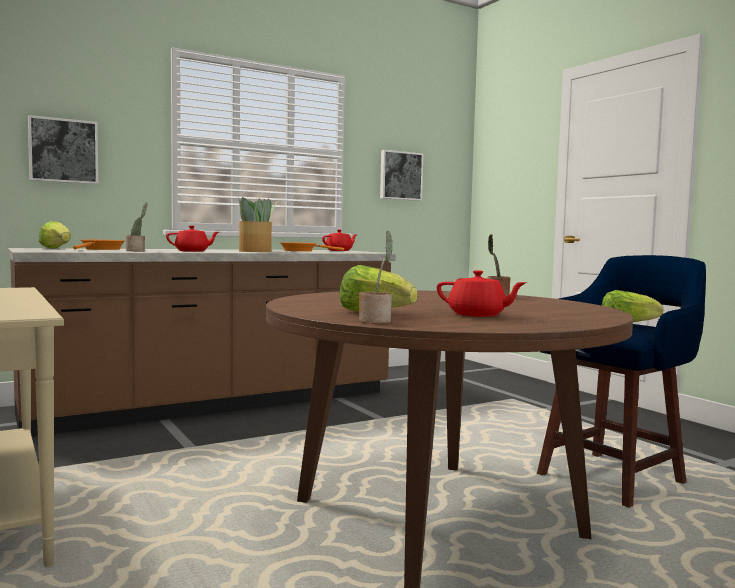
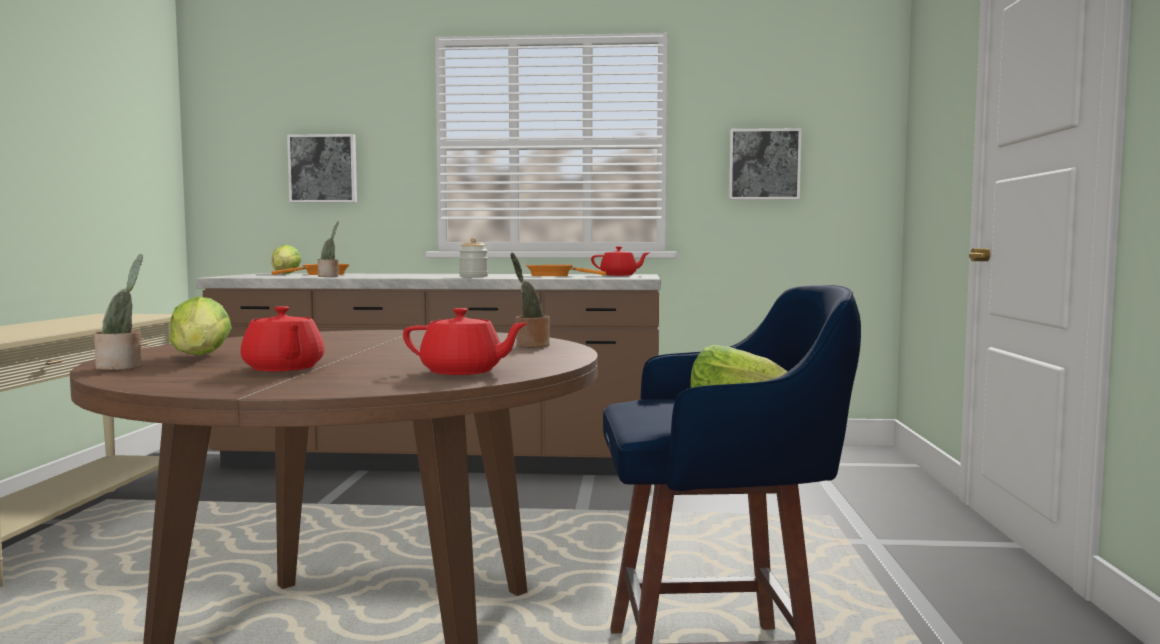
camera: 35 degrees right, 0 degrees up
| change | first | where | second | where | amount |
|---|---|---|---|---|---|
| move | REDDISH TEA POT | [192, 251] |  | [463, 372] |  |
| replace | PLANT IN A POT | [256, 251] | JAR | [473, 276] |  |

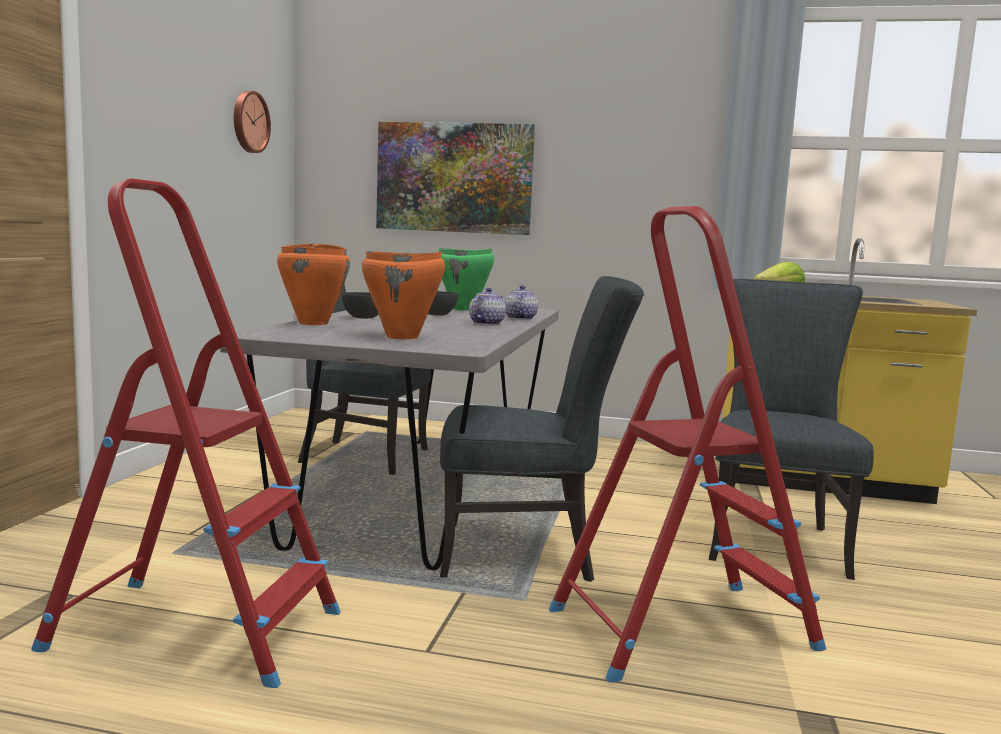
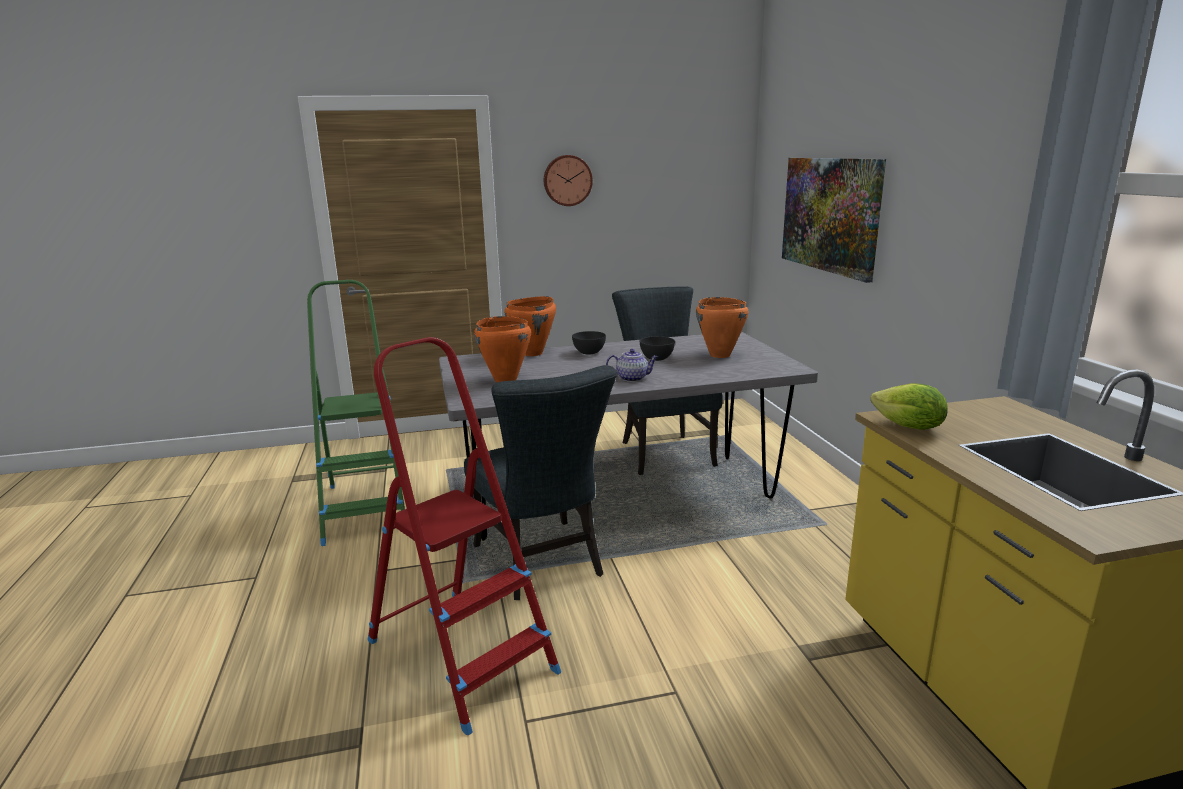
camera: 65 degrees right, 10 degrees up
| change | first | where | second | where | amount |
|---|---|---|---|---|---|
| delete | TEA POT | [520, 318] |  |  |  |
| delete | GREY CHAIR | [773, 540] |  |  |  |
| move | WALL CLOCK | [249, 122] |  | [567, 180] |  |
| recolor | REDDISH STEP STOOL | [198, 630] | GREEN-COLOURED STEP STOOL | [367, 508] |  |
| recolor | GREEN-COLOURED SAUCEPOT | [463, 309] | ORANGE SAUCEPOT | [719, 355] |  |

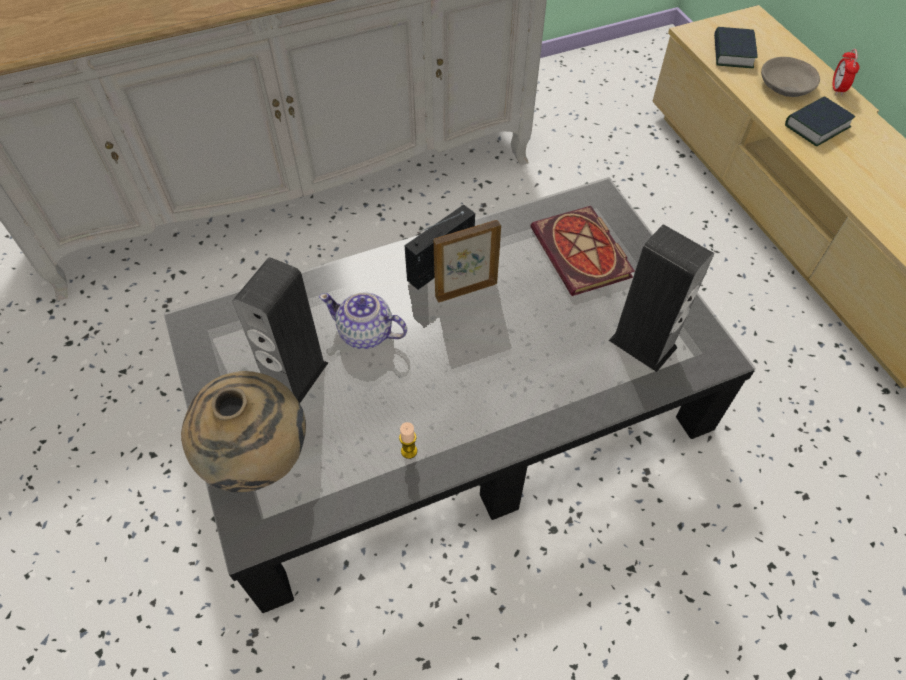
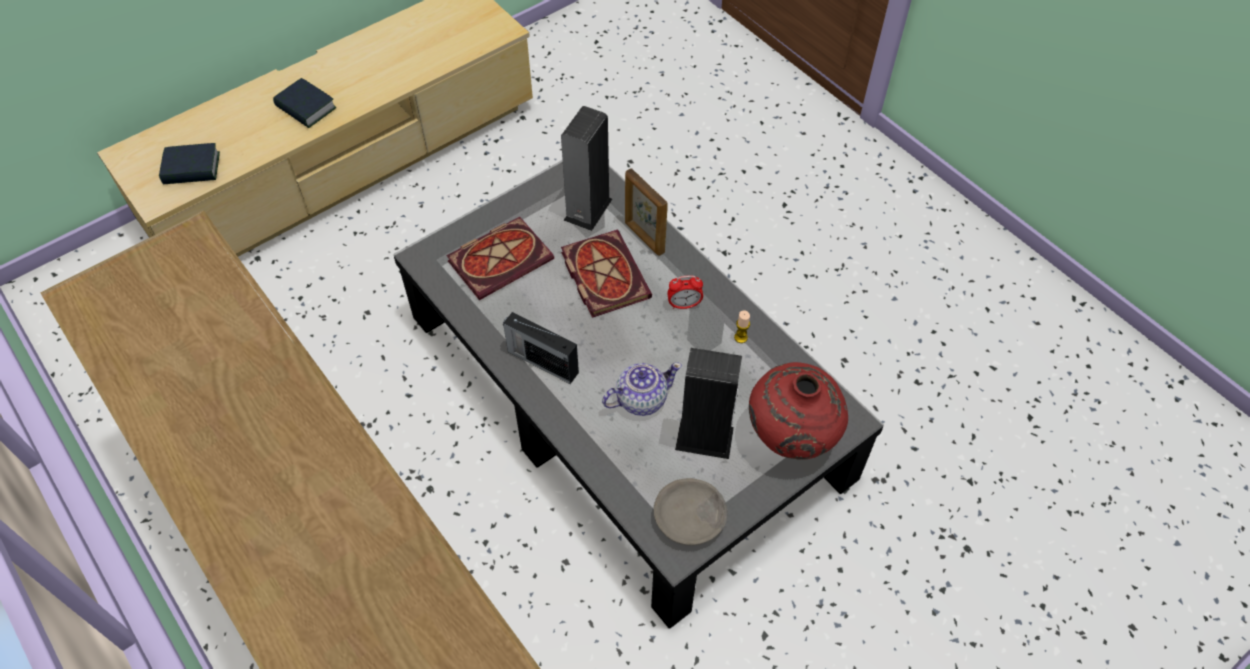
camera: 105 degrees left, 0 degrees up
| change | first | where | second | where | amount |
|---|---|---|---|---|---|
| insert |  |  | BOUND BOOK | [602, 274] |  |
| move | PHOTO FRAME | [465, 289] |  | [644, 238] |  |
| move | GREY DEEP DISH | [785, 86] |  | [690, 518] |  |
| move | ALARM CLOCK | [837, 89] |  | [684, 305] |  |
| recolor | BEIGE-COLOURED DECORATIVE VASE | [259, 460] | REDDISH DECORATIVE VASE | [791, 437] |  |
| rotate | TEA POT | [366, 333] |  | [640, 399] | 120 degrees counterclockwise |

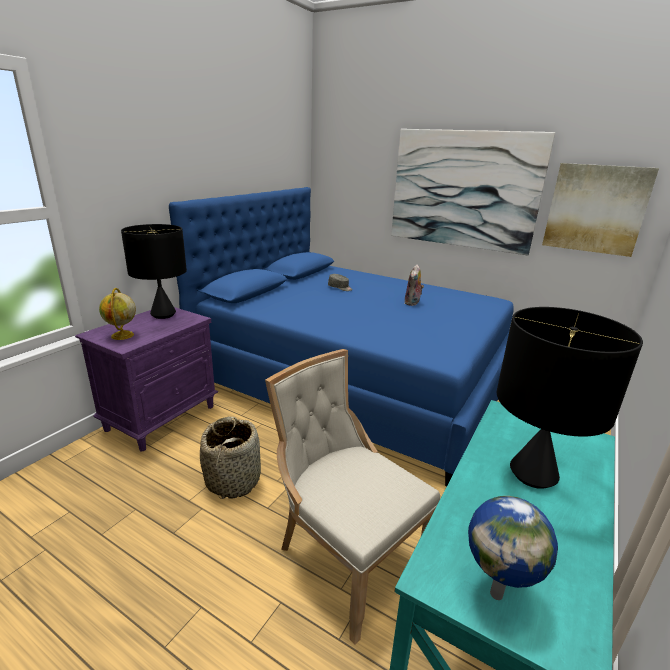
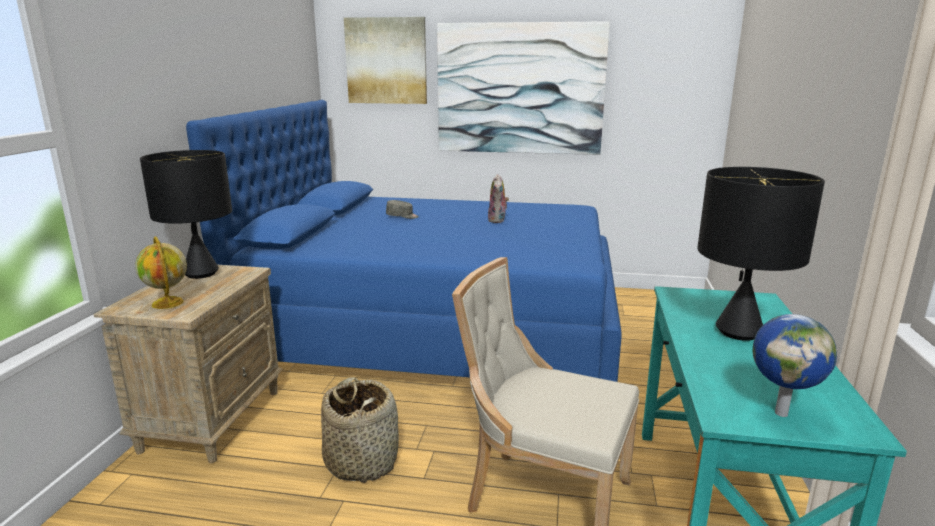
camera: 20 degrees left, 5 degrees down
| change | first | where | second | where | amount |
|---|---|---|---|---|---|
| move | WALL PICTURE | [596, 209] |  | [386, 61] |  |
| recolor | PURPLISH NIGHT TABLE | [162, 417] | BEIGE-COLOURED NIGHT TABLE | [212, 419] |  |

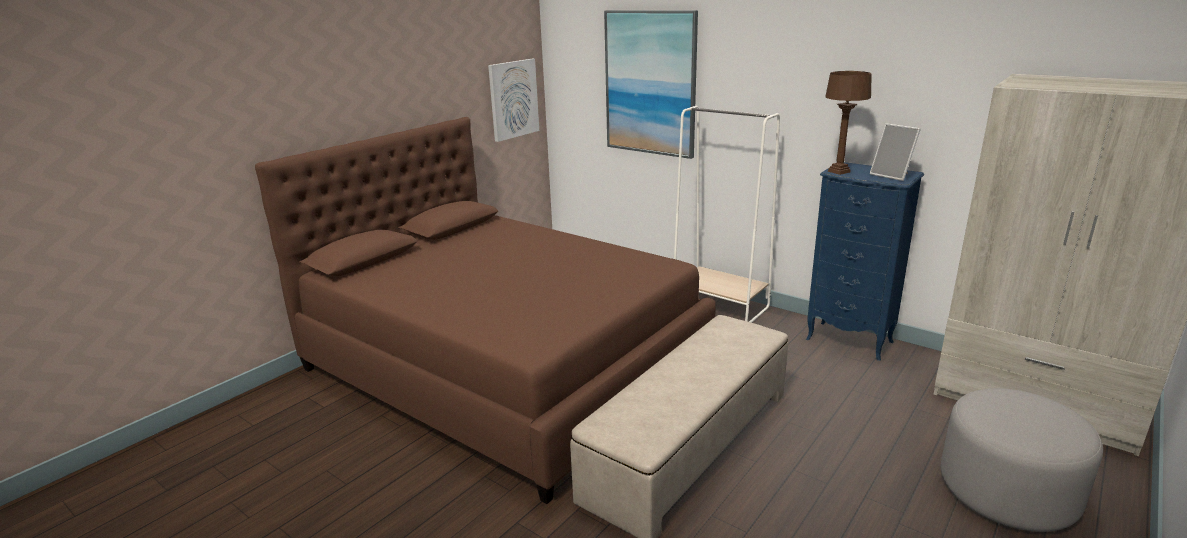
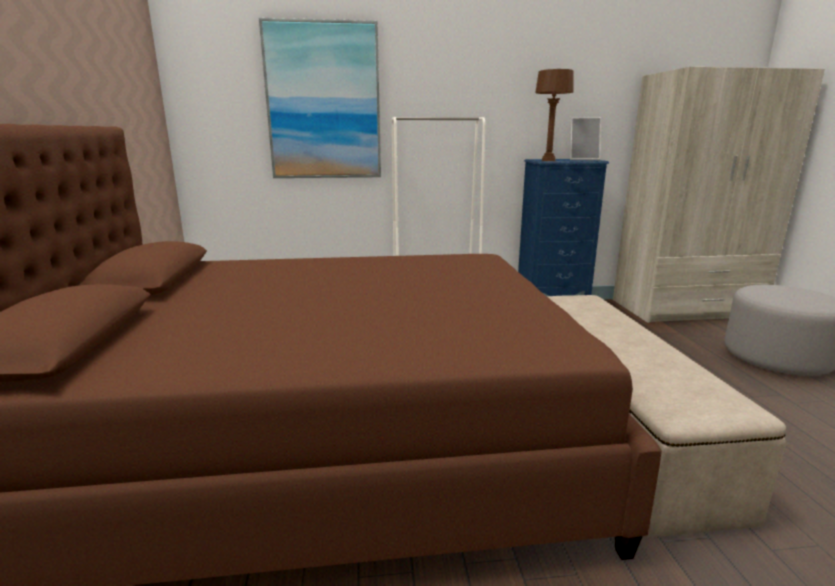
camera: 45 degrees left, 5 degrees down
| change | first | where | second | where | amount |
|---|---|---|---|---|---|
| delete | WALL PICTURE | [513, 99] |  |  |  |

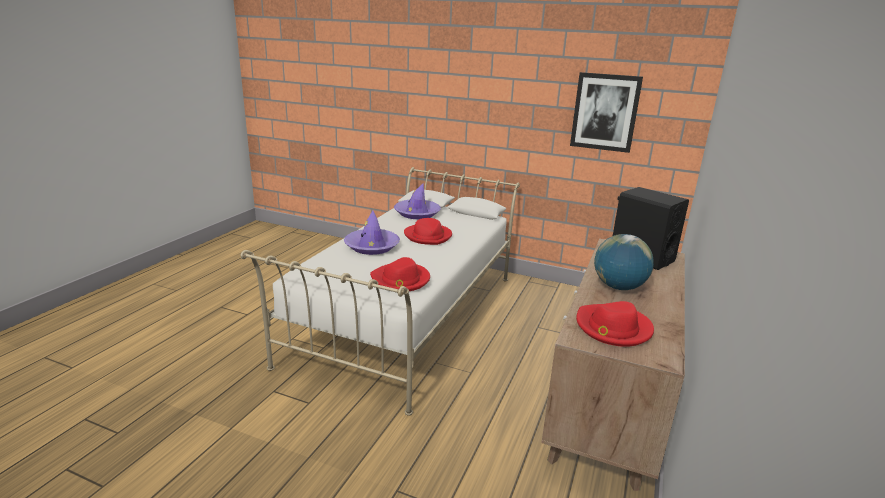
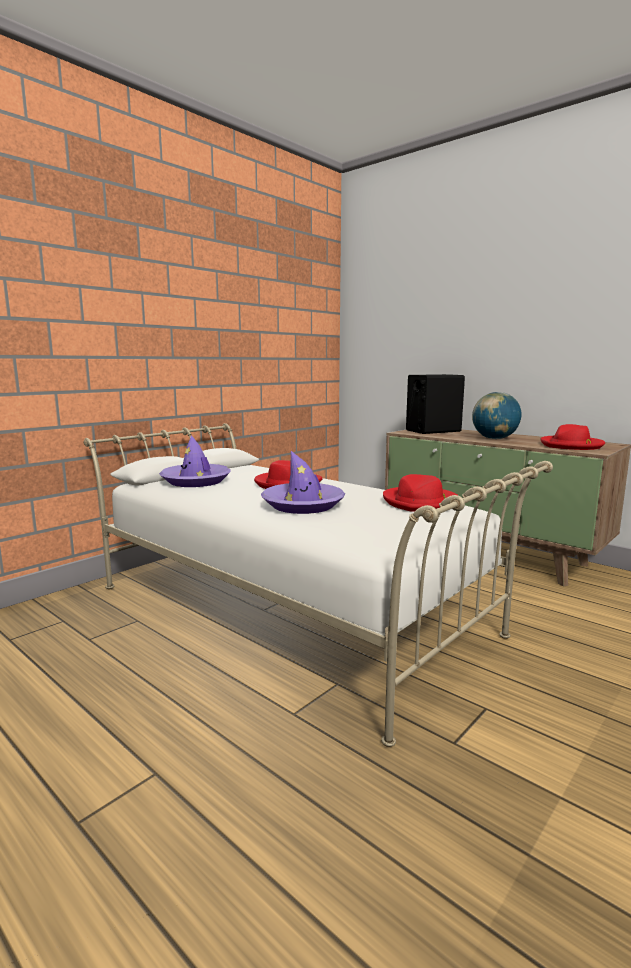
camera: 70 degrees left, 10 degrees down
| change | first | where | second | where | amount |
|---|---|---|---|---|---|
| delete | WALL PICTURE | [605, 112] |  |  |  |

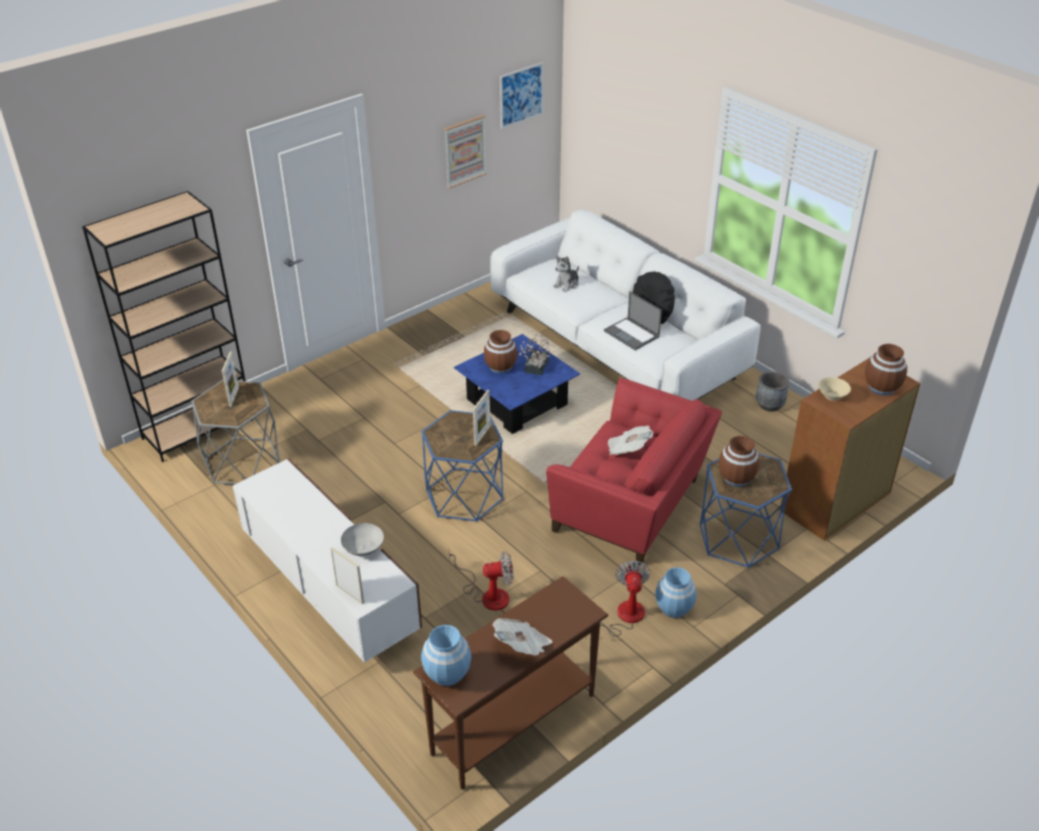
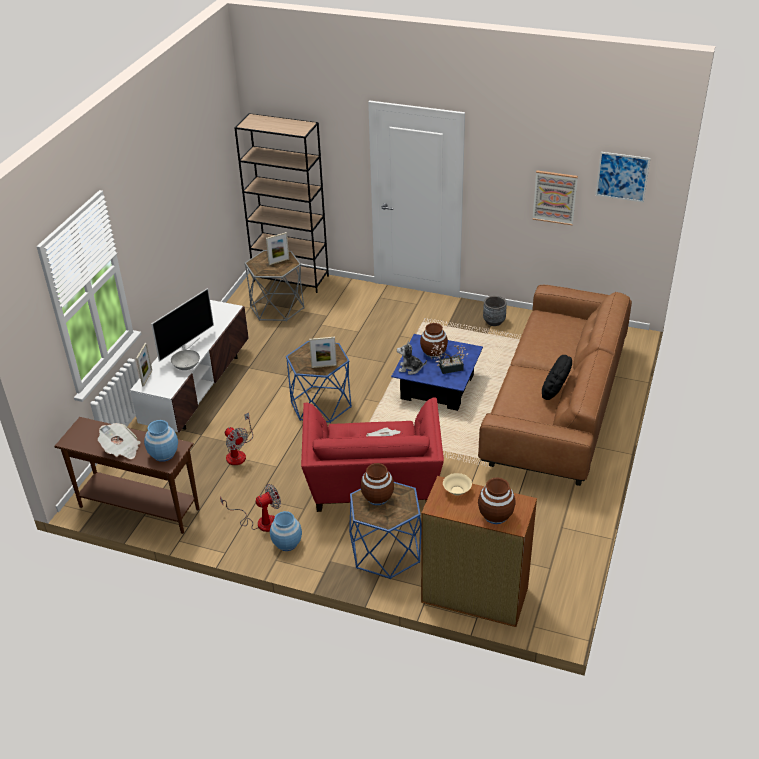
camera: 60 degrees right, 0 degrees up
| change | first | where | second | where | amount |
|---|---|---|---|---|---|
| delete | LAPTOP | [632, 334] |  |  |  |
| insert |  |  | TV SET | [185, 347] |  |
| move | BLUISH DECORATIVE VASE | [447, 673] |  | [164, 454] |  |
| move | PLUSH TOY | [567, 284] |  | [410, 368] |  |
| move | GREY FLOWER POT | [769, 405] |  | [494, 321] |  |
| recolor | WHITE-COLOURED COUCH | [616, 344] | BROWNISH COUCH | [556, 406] |  |

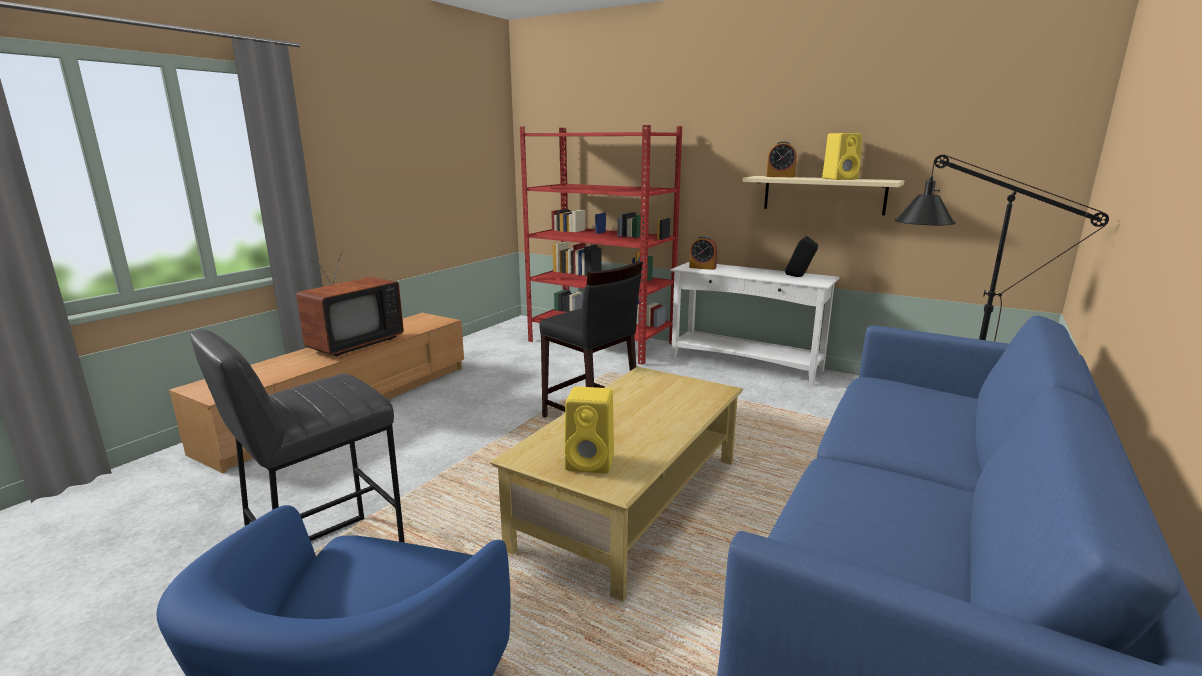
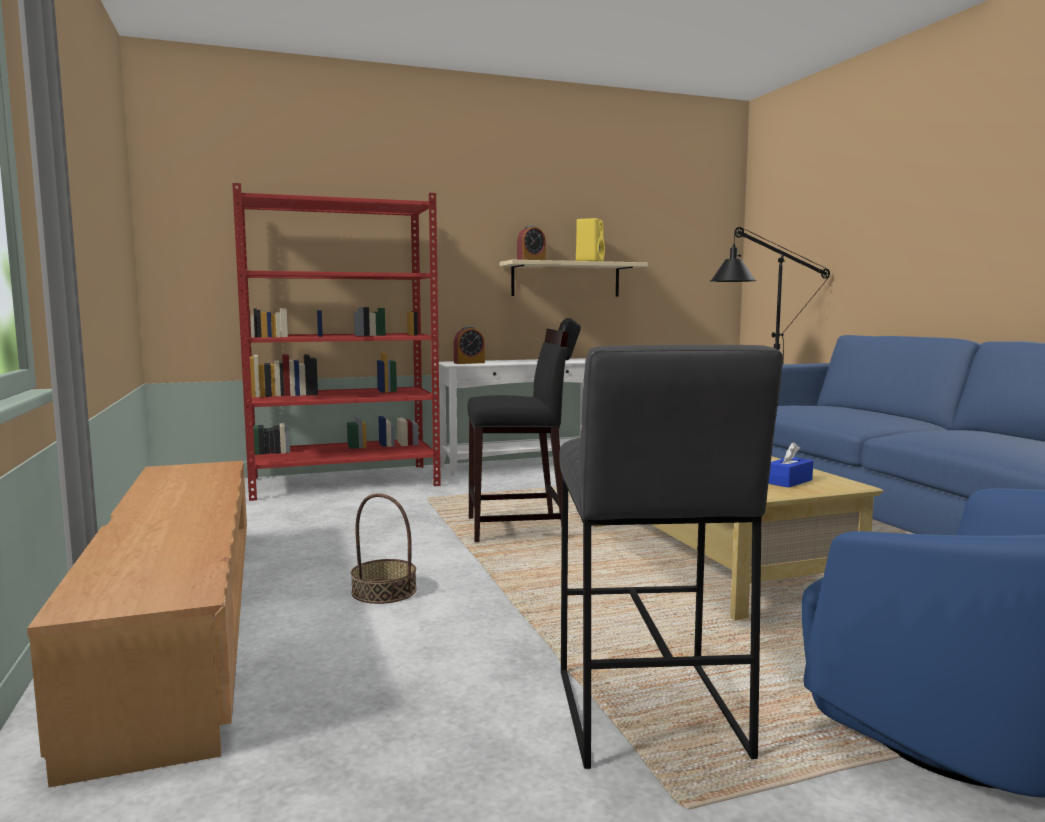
camera: 50 degrees left, 10 degrees down
| change | first | where | second | where | amount |
|---|---|---|---|---|---|
| delete | TV SET | [351, 344] |  |  |  |
| insert |  |  | STORAGE BASKET | [384, 591] |  |
| replace | YELLOWISH LOUDSPEAKER | [591, 462] | BLUISH TISSUE BOX | [789, 481] |  |

